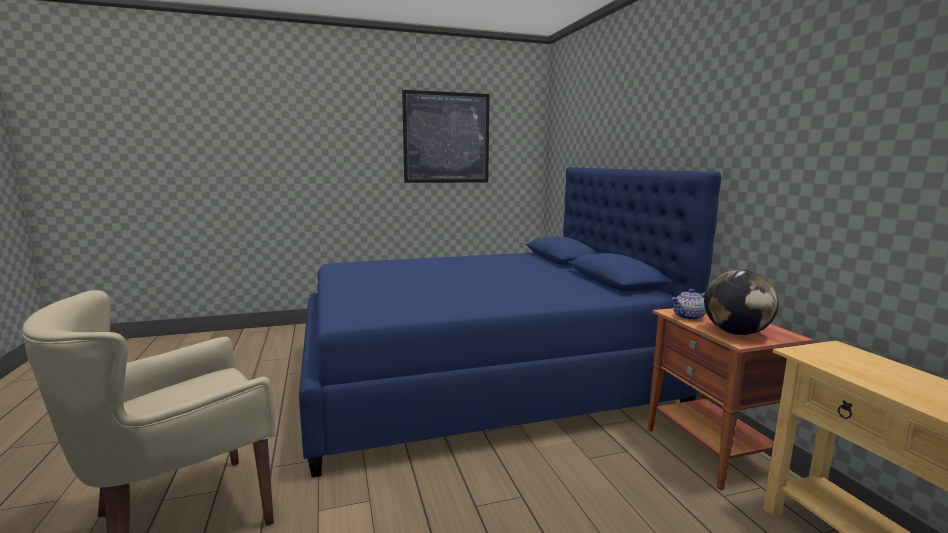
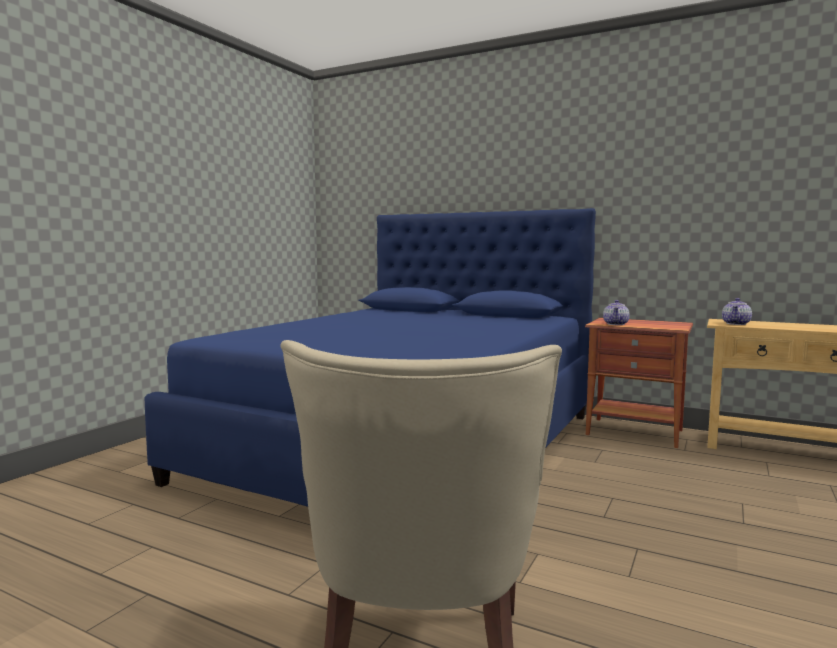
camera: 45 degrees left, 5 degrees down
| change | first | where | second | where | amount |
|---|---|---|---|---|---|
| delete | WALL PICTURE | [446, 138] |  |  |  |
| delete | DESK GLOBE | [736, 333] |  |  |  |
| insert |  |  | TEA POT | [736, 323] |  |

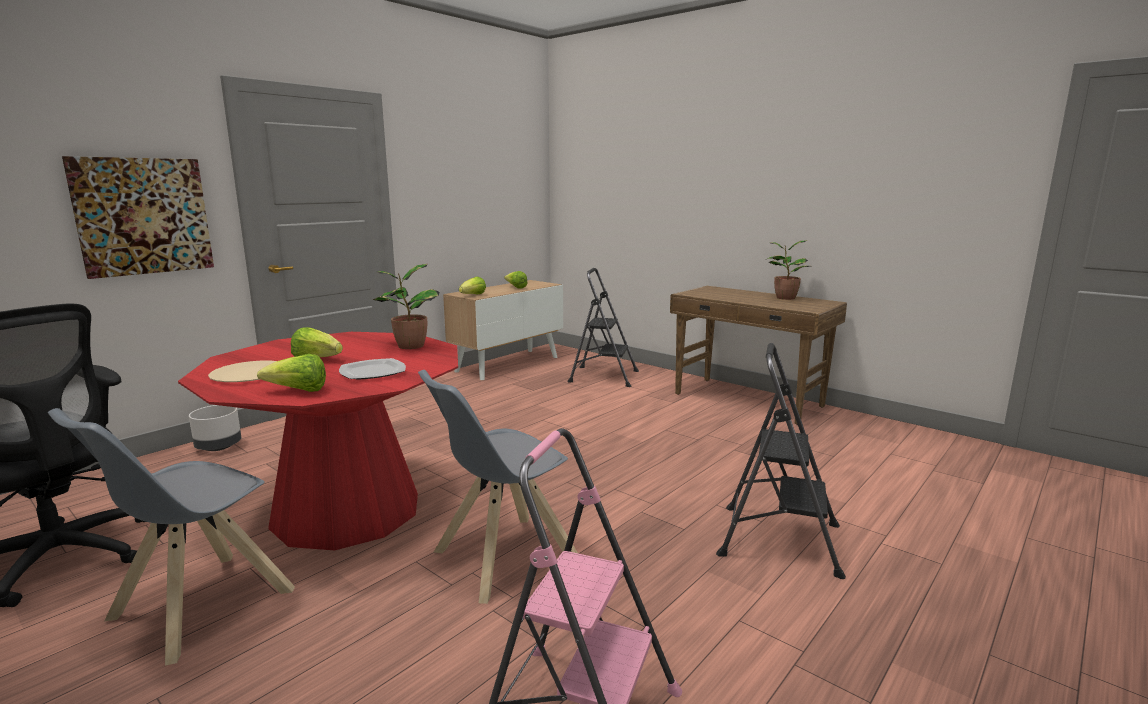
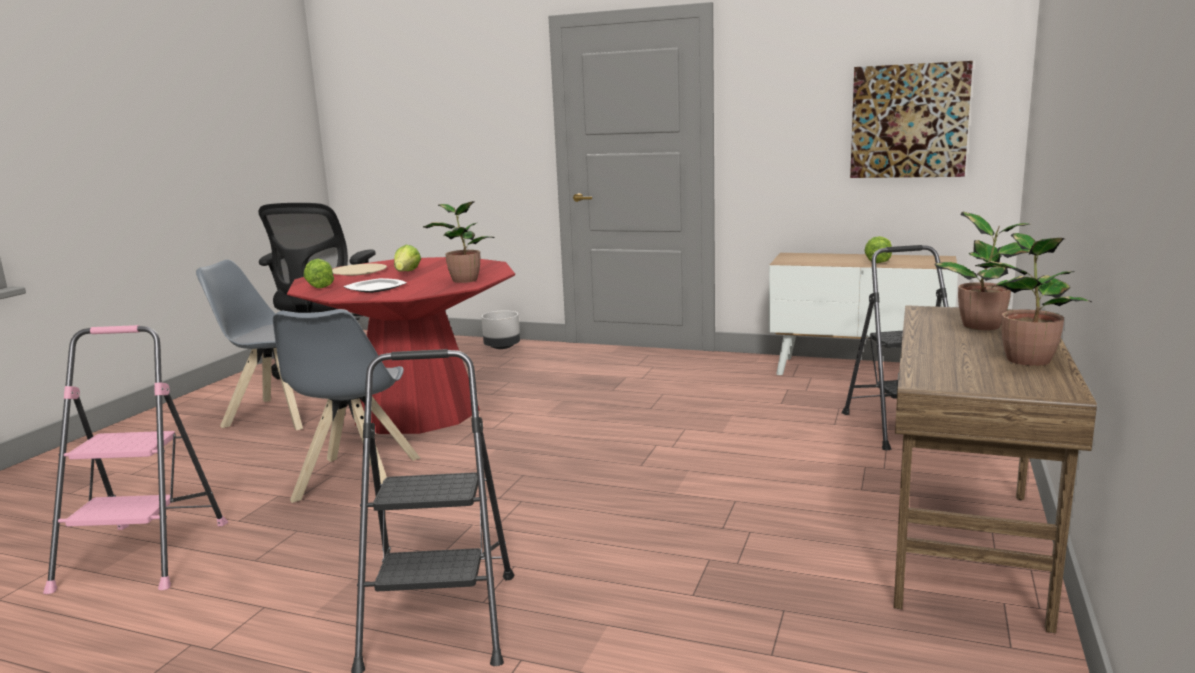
camera: 70 degrees right, 0 degrees up
| change | first | where | second | where | amount |
|---|---|---|---|---|---|
| delete | LETTUCE HEAD | [473, 295] |  |  |  |
| insert |  |  | PLANT IN A POT | [984, 326] |  |
| move | WALL PICTURE | [143, 216] |  | [909, 121] |  |
| rotate | GREY CHAIR | [502, 558] |  | [356, 481] | 120 degrees counterclockwise |

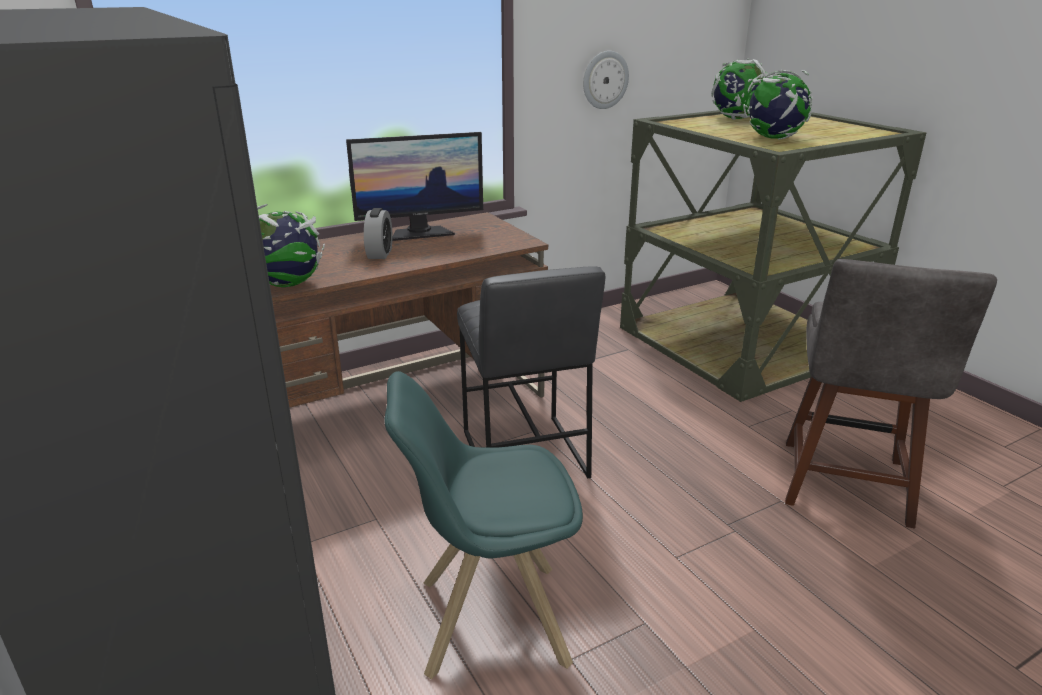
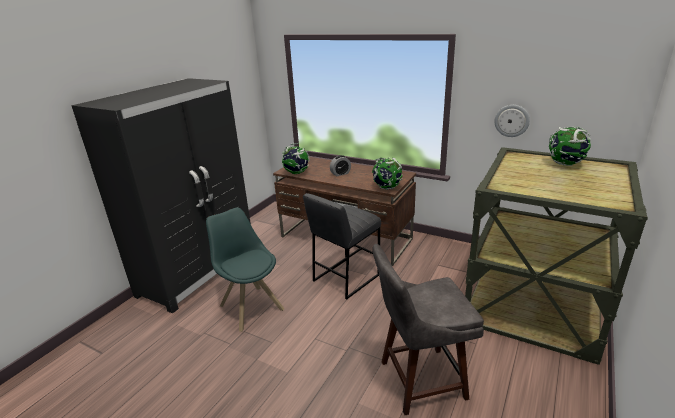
camera: 60 degrees right, 0 degrees up
| change | first | where | second | where | amount |
|---|---|---|---|---|---|
| delete | COMPUTER SCREEN | [420, 233] |  |  |  |
| move | DESK GLOBE | [773, 138] |  | [386, 188] |  |

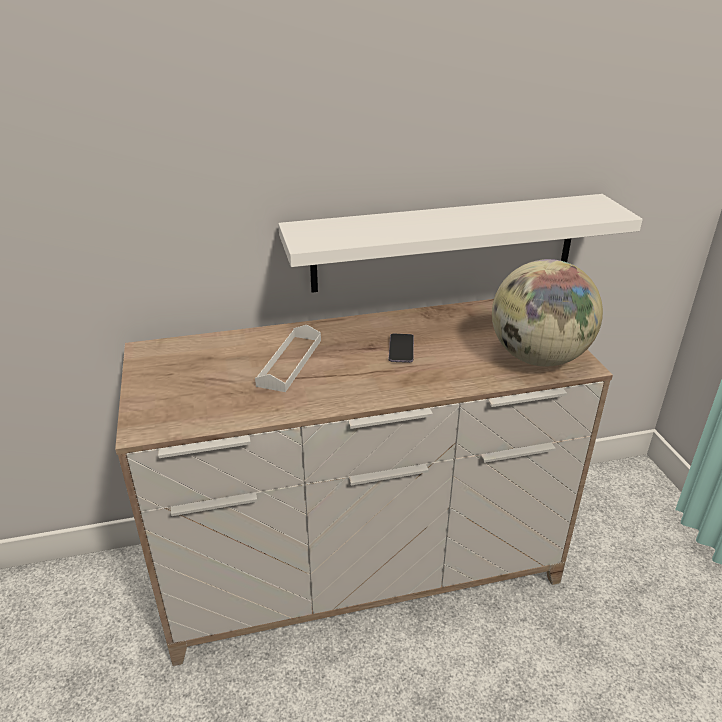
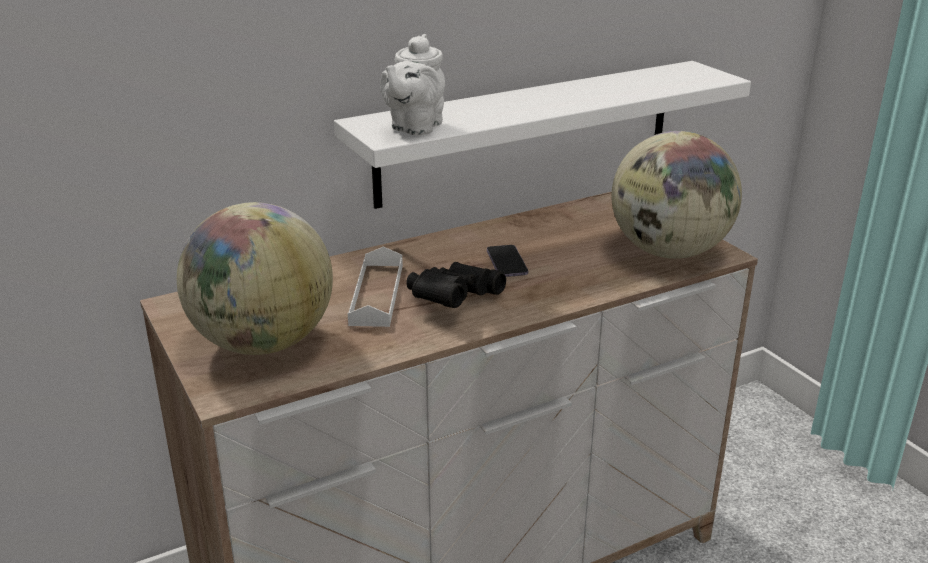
camera: 15 degrees left, 5 degrees down
| change | first | where | second | where | amount |
|---|---|---|---|---|---|
| insert |  |  | DESK GLOBE | [263, 343] |  |
| insert |  |  | WHITE-COLOURED TEA POT | [414, 127] |  |
| insert |  |  | BLACK-COLOURED PAIR OF BINOCULARS | [452, 301] |  |

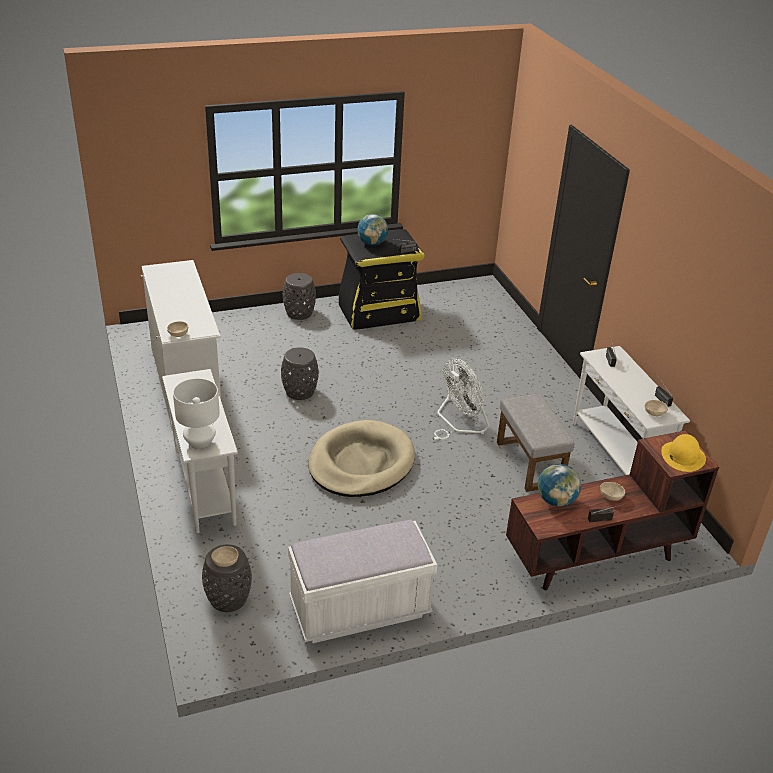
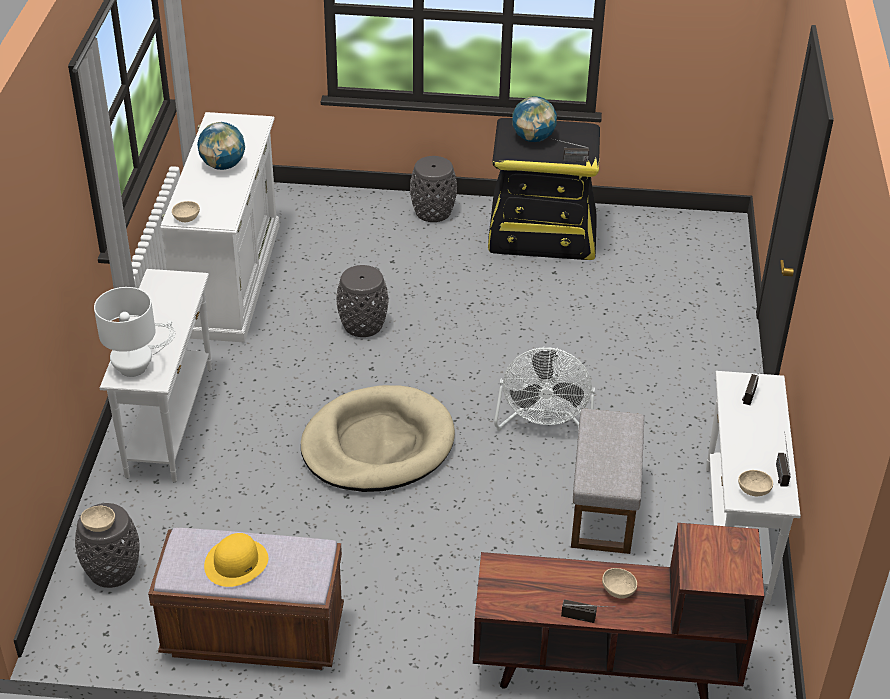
camera: 25 degrees right, 5 degrees up
| change | first | where | second | where | amount |
|---|---|---|---|---|---|
| move | DESK GLOBE | [556, 501] |  | [223, 165] |  |
| move | YELLOWISH WEARABLE HAT | [682, 456] |  | [236, 562] |  |
| recolor | WHITE-COLOURED LONG SEAT | [360, 609] | BROWNISH LONG SEAT | [253, 634] |  |
| rotate | WHITE-COLOURED ELECTRIC FAN | [455, 421] |  | [541, 421] | 105 degrees clockwise |

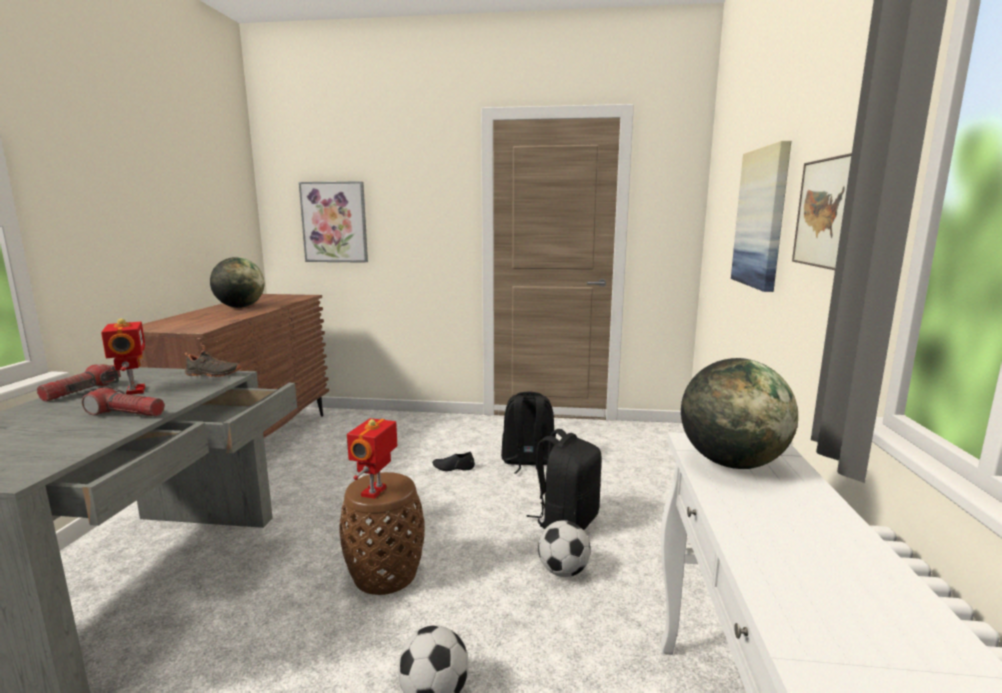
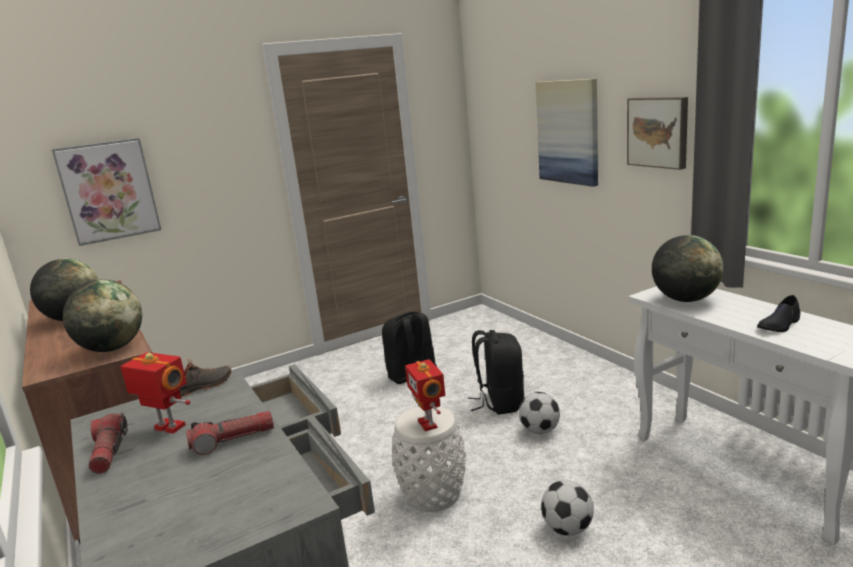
camera: 35 degrees left, 5 degrees up
| change | first | where | second | where | amount |
|---|---|---|---|---|---|
| insert |  |  | DESK GLOBE | [112, 348] |  |
| move | BLACK-COLOURED SHOE | [453, 467] |  | [779, 325] |  |
| recolor | BROWNISH SITTING STOOL | [385, 575] | WHITE-COLOURED SITTING STOOL | [433, 494] |  |

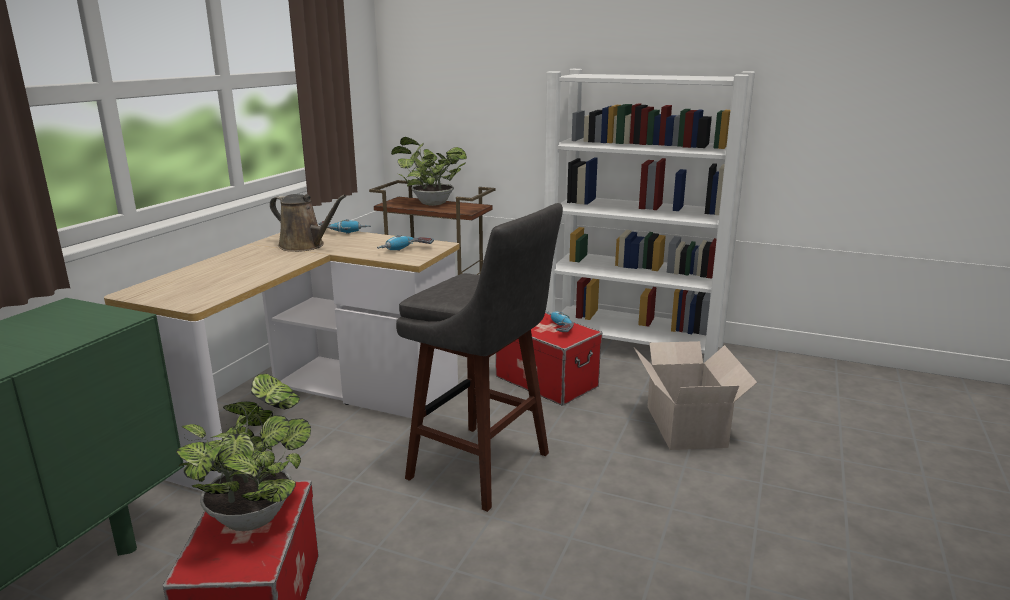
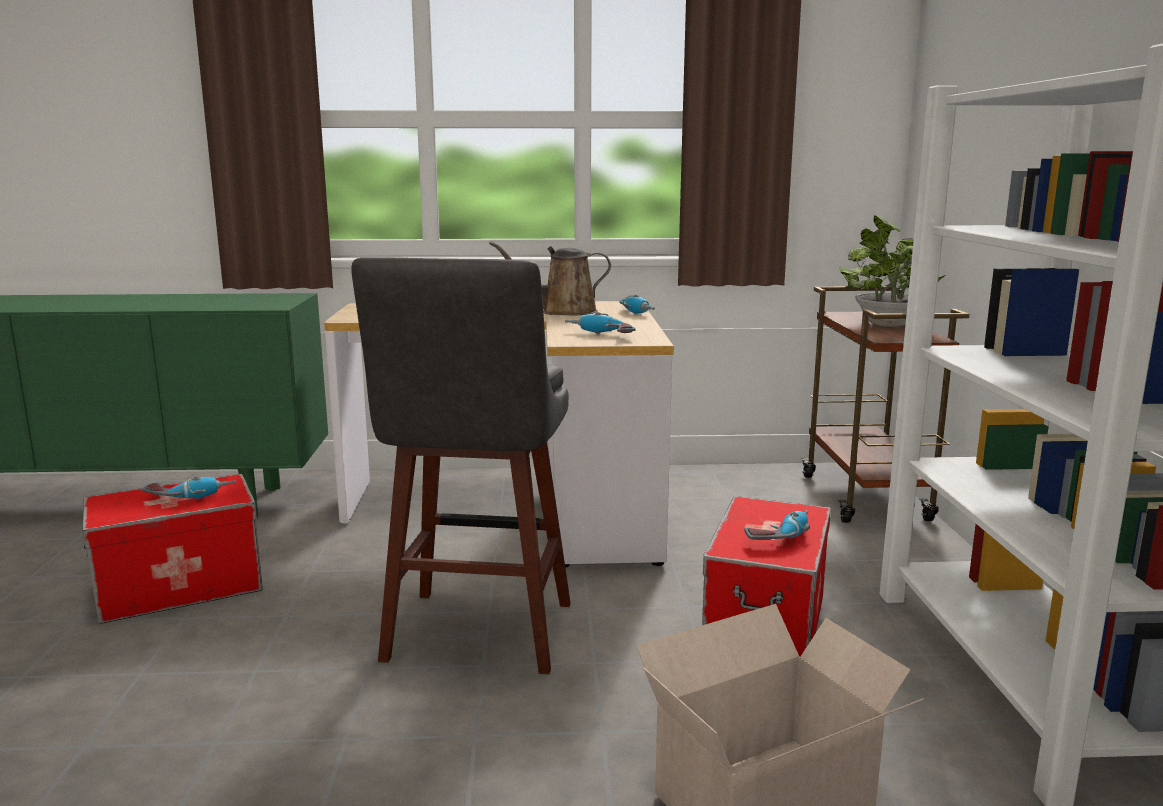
camera: 65 degrees right, 5 degrees down
| change | first | where | second | where | amount |
|---|---|---|---|---|---|
| replace | PLANT IN A POT | [255, 513] | DRILL | [191, 496] |  |
| rotate | BROWNISH WATERING POT | [305, 246] |  | [563, 312] | 75 degrees clockwise |

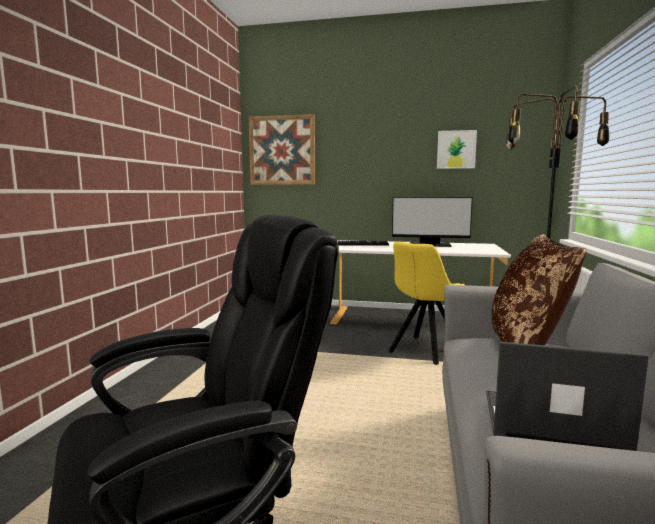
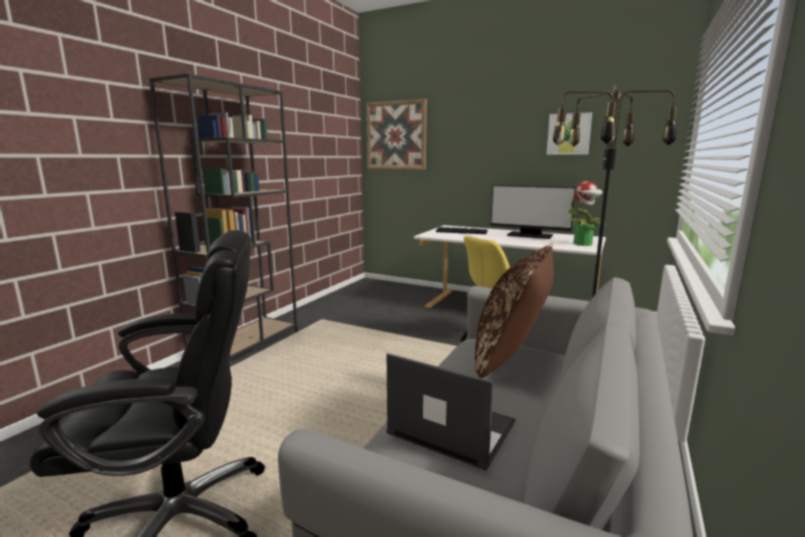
camera: 15 degrees right, 5 degrees up
| change | first | where | second | where | amount |
|---|---|---|---|---|---|
| insert |  |  | SHELVING UNIT | [246, 345] |  |
| insert |  |  | PLANT IN A POT | [583, 244] |  |

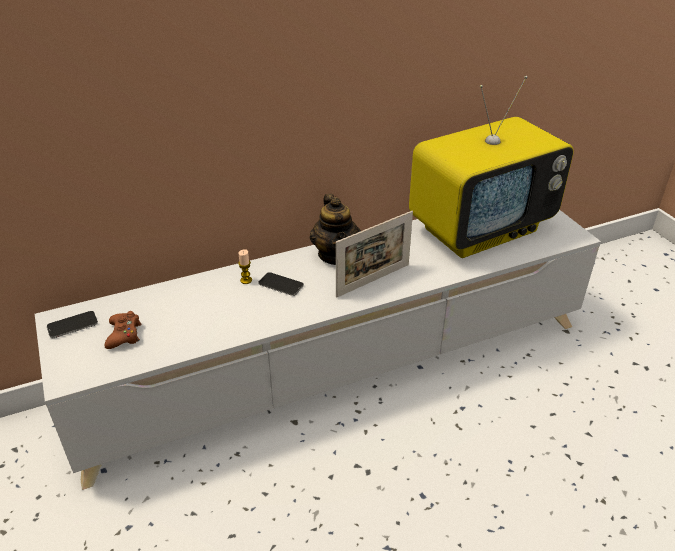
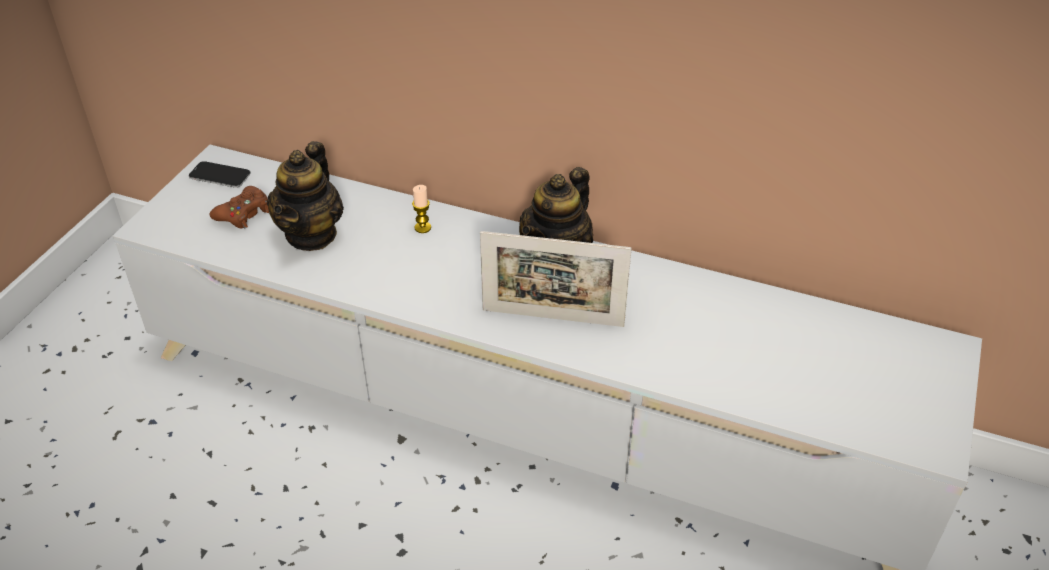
camera: 45 degrees right, 5 degrees up
| change | first | where | second | where | amount |
|---|---|---|---|---|---|
| delete | TELEPHONE | [281, 285] |  |  |  |
| delete | TV SET | [480, 229] |  |  |  |
| insert |  |  | TEA POT | [311, 234] |  |

